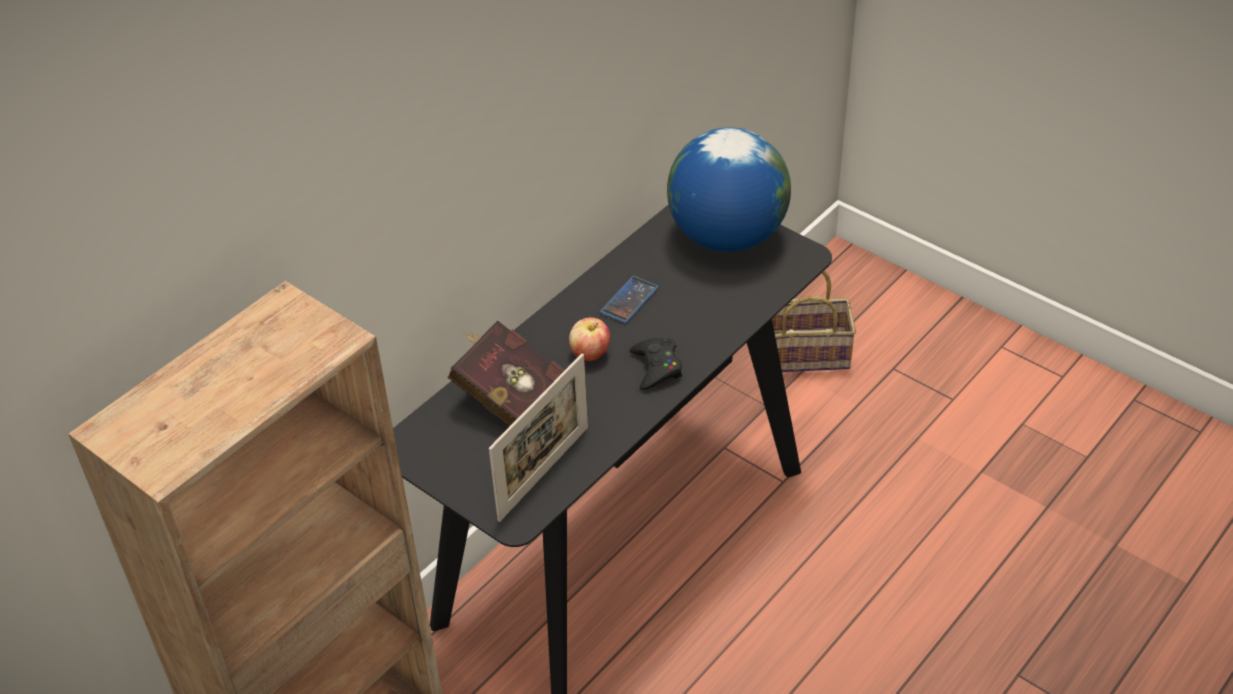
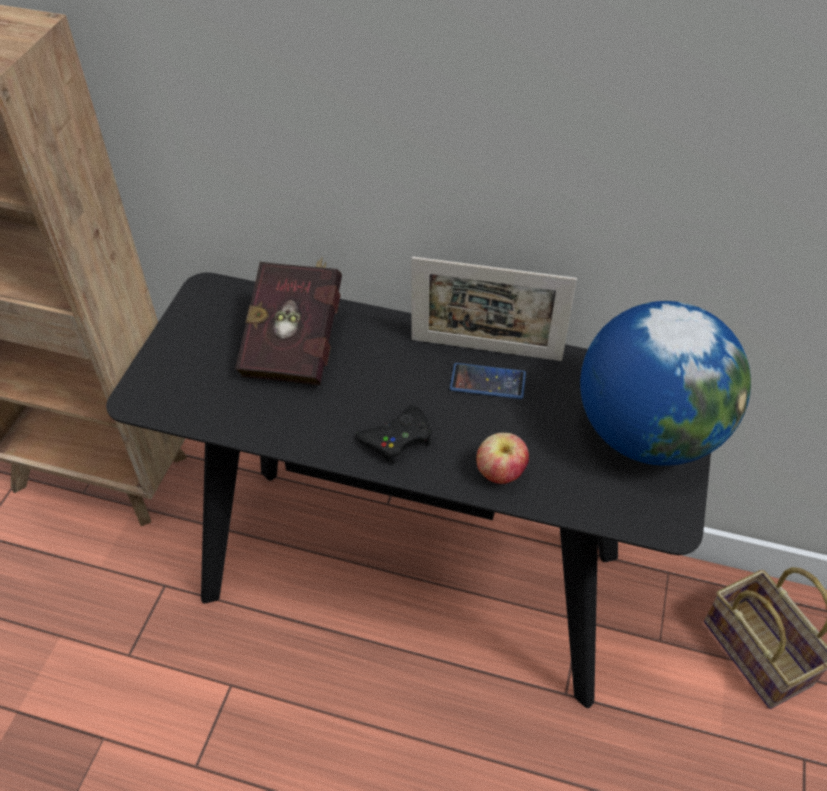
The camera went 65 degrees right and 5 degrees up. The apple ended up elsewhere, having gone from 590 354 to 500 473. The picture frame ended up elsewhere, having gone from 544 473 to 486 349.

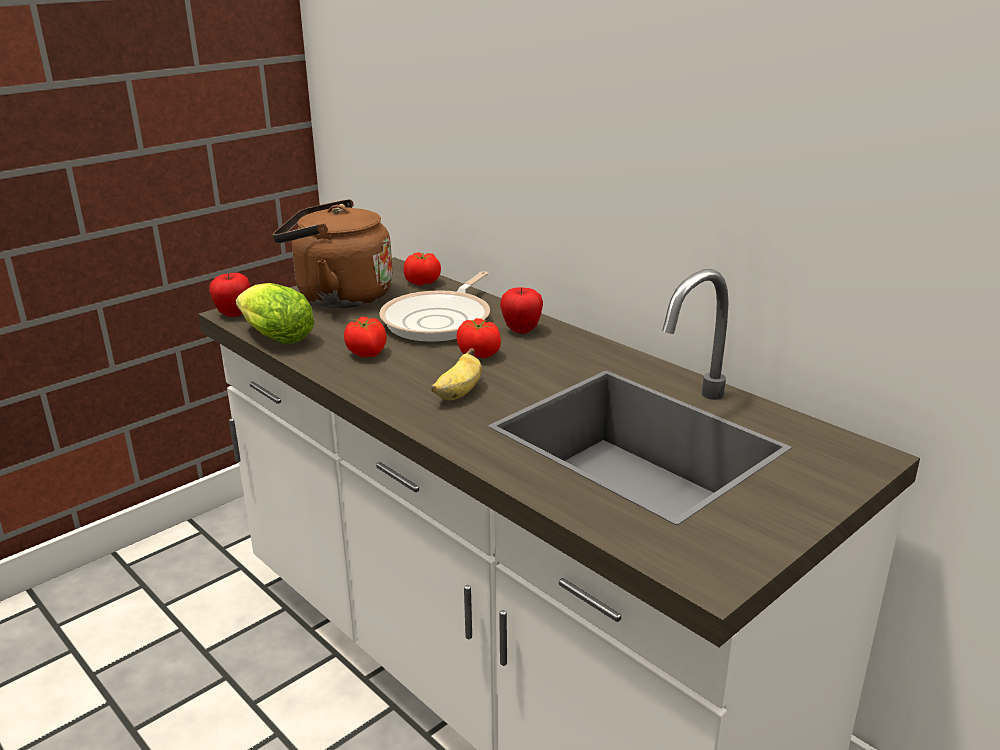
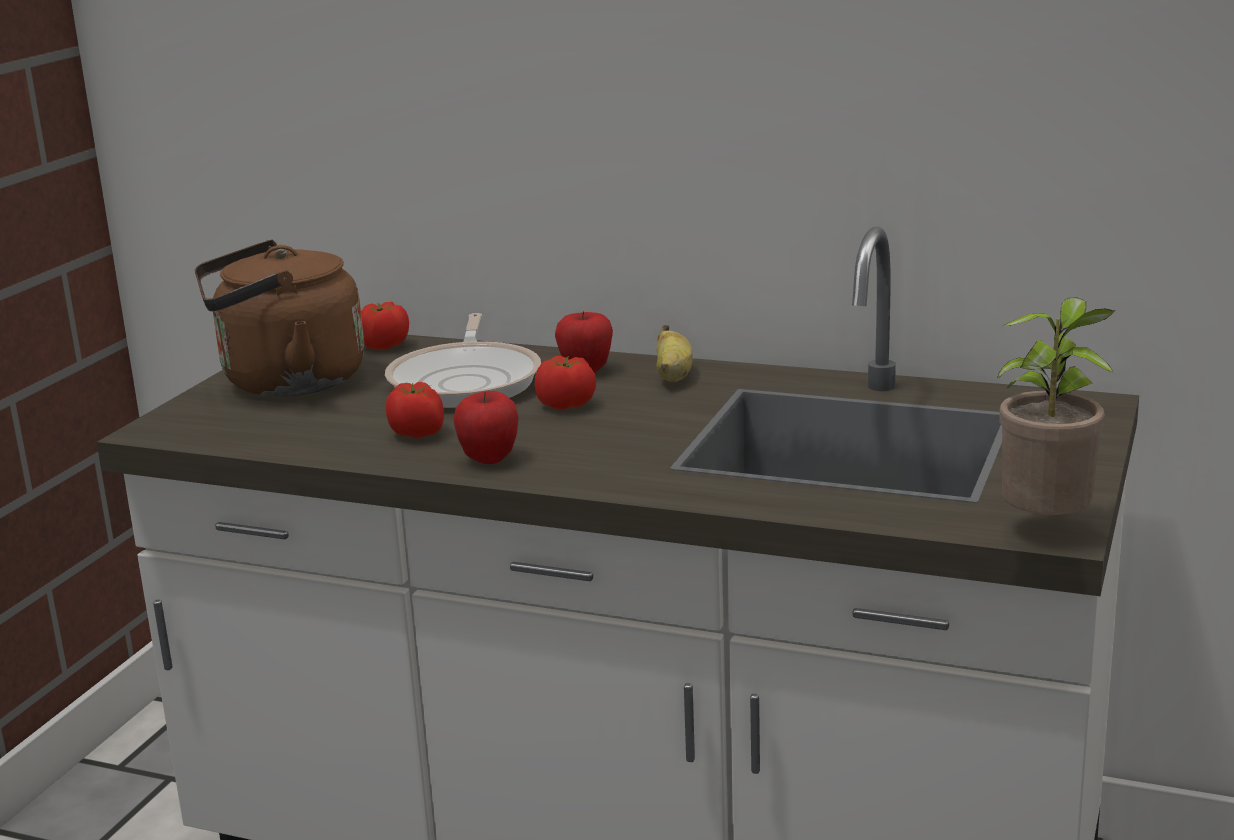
The camera went 25 degrees left and 5 degrees down. The apple ended up elsewhere, having gone from 234 314 to 489 459. The second view lost the lettuce at 273 337. The banana ended up elsewhere, having gone from 458 393 to 673 376. The second view gained the potted plant at 1048 529.

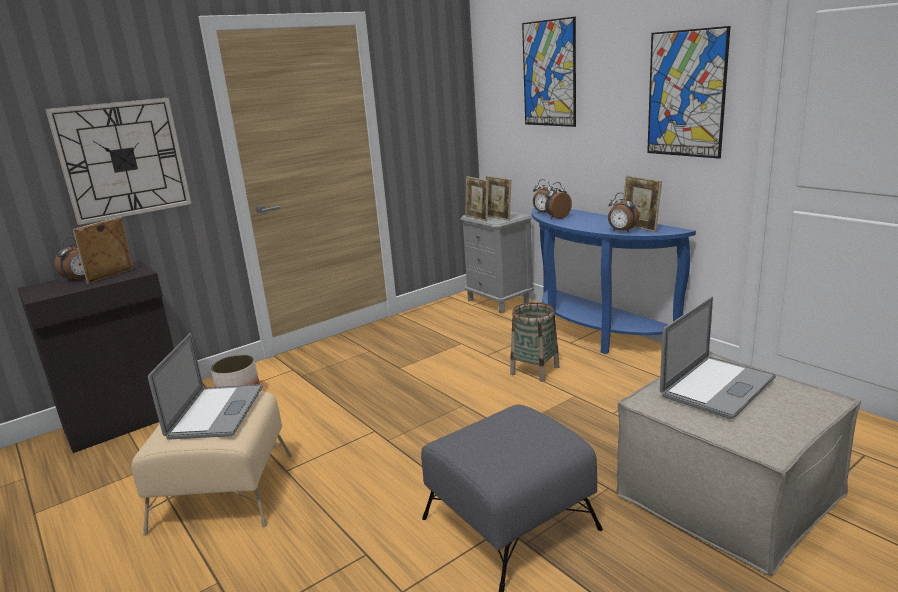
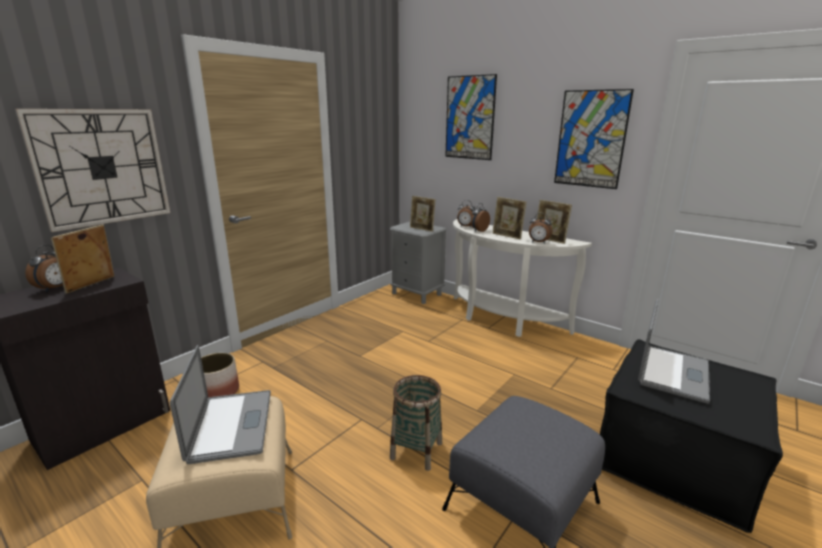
The camera went 15 degrees left and 0 degrees up. The picture frame ended up elsewhere, having gone from 477 218 to 507 236. What was the blue console table at 592 334 turned into the white console table at 501 320. The basket ended up elsewhere, having gone from 535 370 to 416 450. What was the beige ottoman at 728 494 turned into the black ottoman at 674 456.

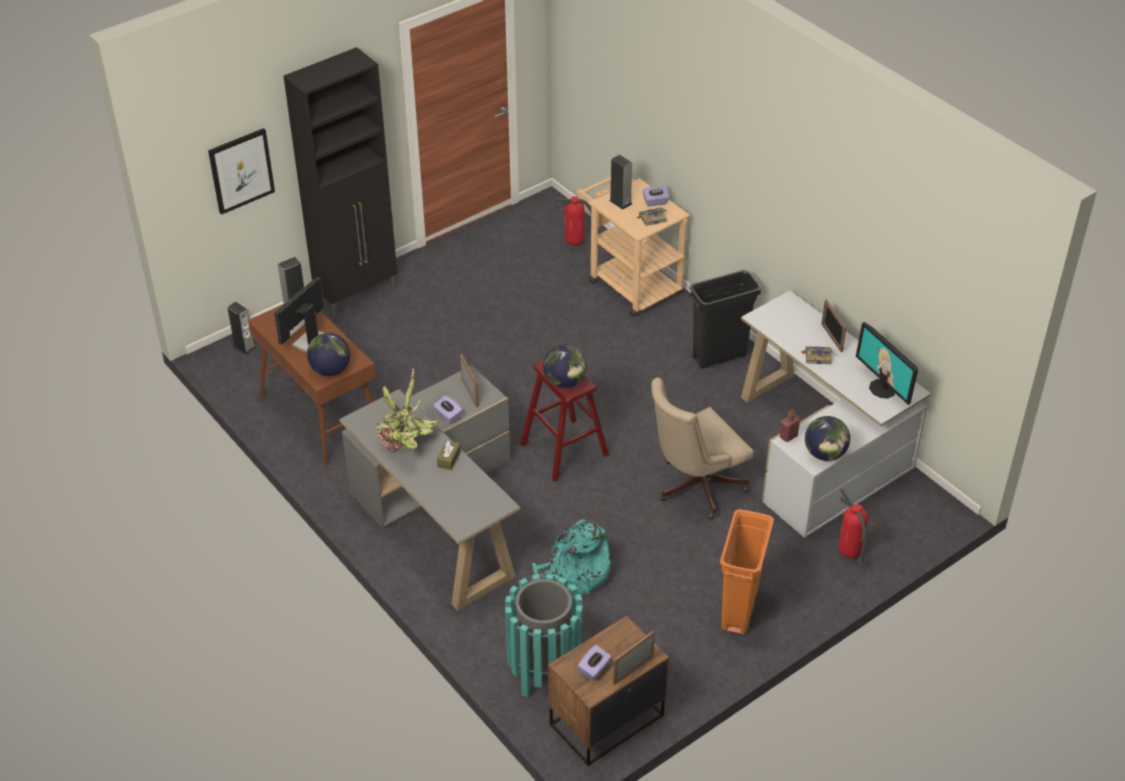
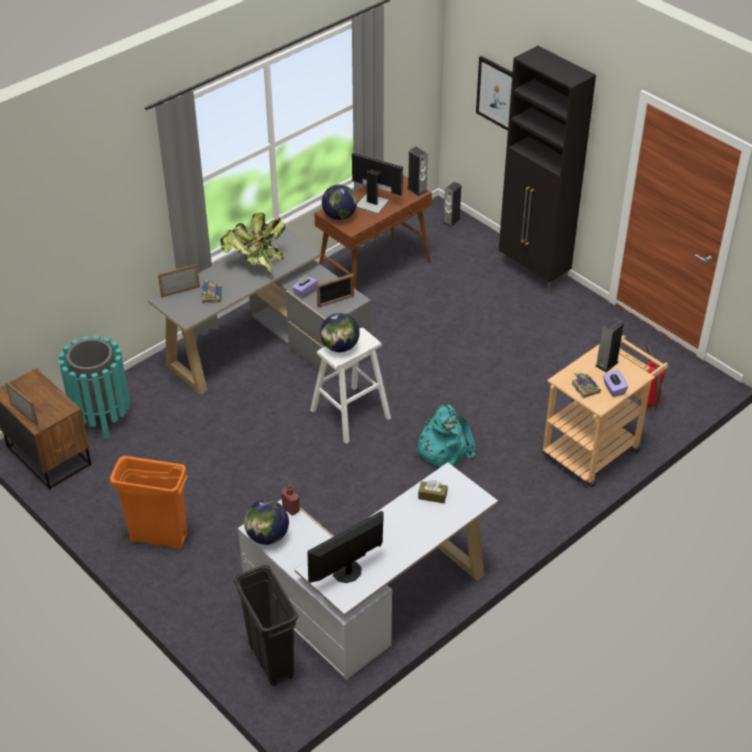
The camera went 85 degrees right and 0 degrees up. The black trash can ended up elsewhere, having gone from 719 356 to 271 661. The picture frame ended up elsewhere, having gone from 831 337 to 180 291. The book ended up elsewhere, having gone from 817 357 to 211 295. What was the red stool at 564 449 turned into the white stool at 350 414. The second view lost the beige office chair at 694 487. The brown tissue box ended up elsewhere, having gone from 449 459 to 432 496. The second view lost the fire extinguisher at 848 554. The turquoise backpack ended up elsewhere, having gone from 574 573 to 443 448. The second view lost the purple tissue box at 594 669.

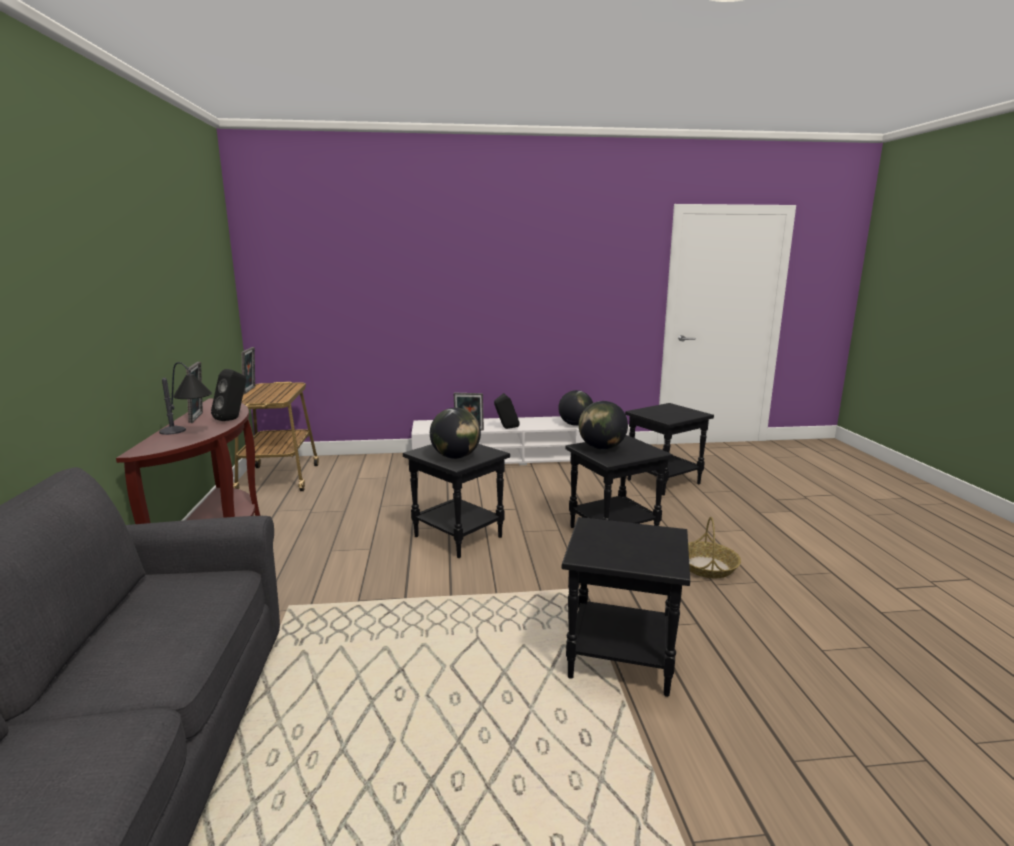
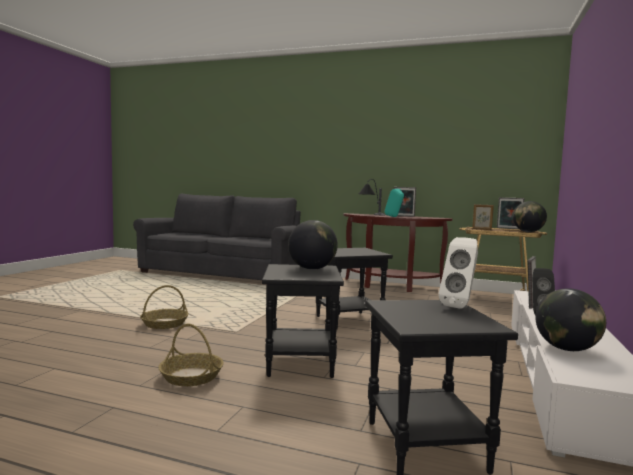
The camera went 115 degrees right and 10 degrees down. What was the black speaker at 233 419 turned into the turquoise speaker at 394 217. The globe ended up elsewhere, having gone from 455 457 to 528 232. Where the black side table stood at 619 660, the basket came to stand at 165 324. The second view gained the picture frame at 482 229. The second view gained the white speaker at 460 306.

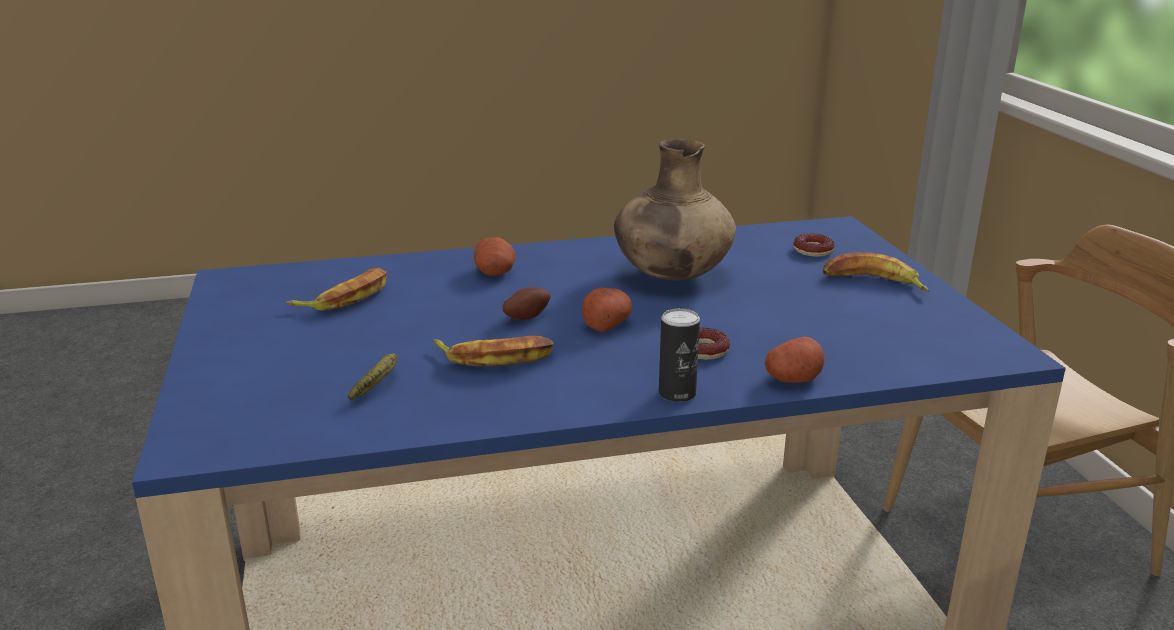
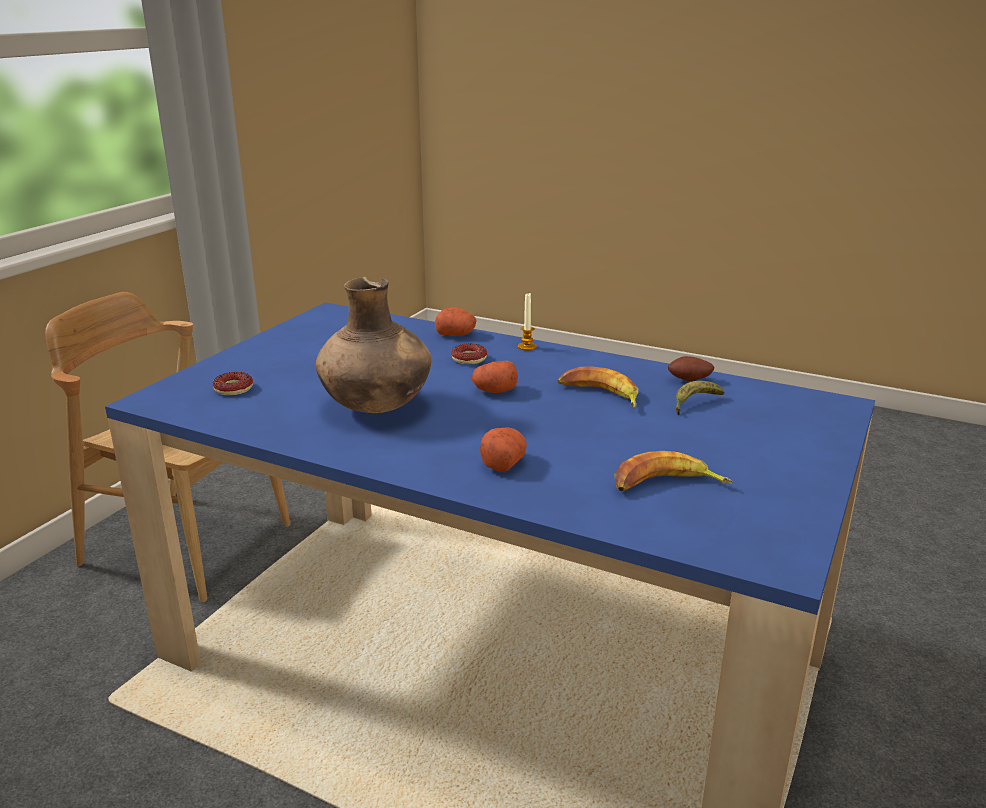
The camera went 140 degrees left and 0 degrees up. The second view lost the banana at 873 282. The potato ended up elsewhere, having gone from 526 316 to 689 381. Where the can stood at 677 393, the candle came to stand at 527 347.

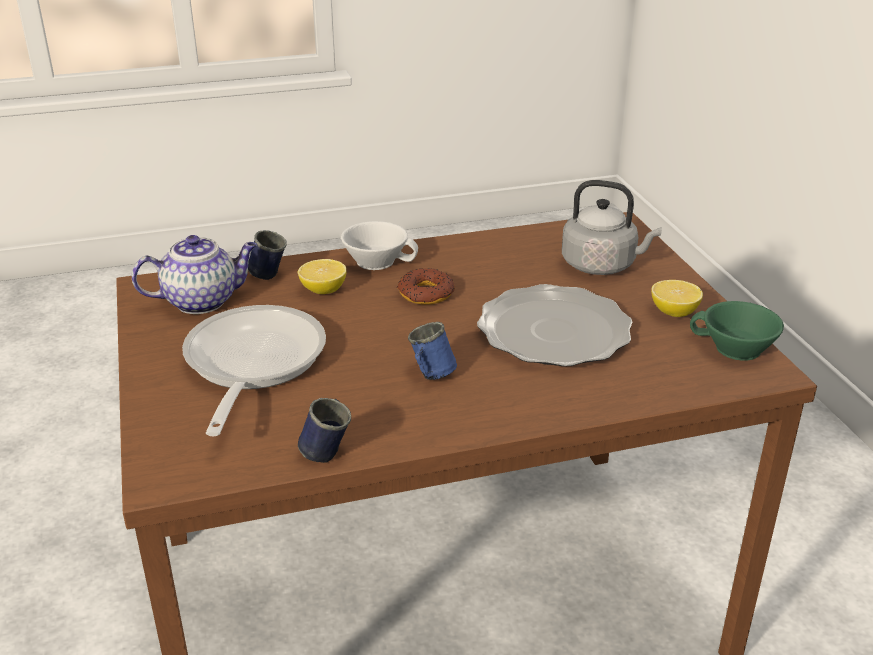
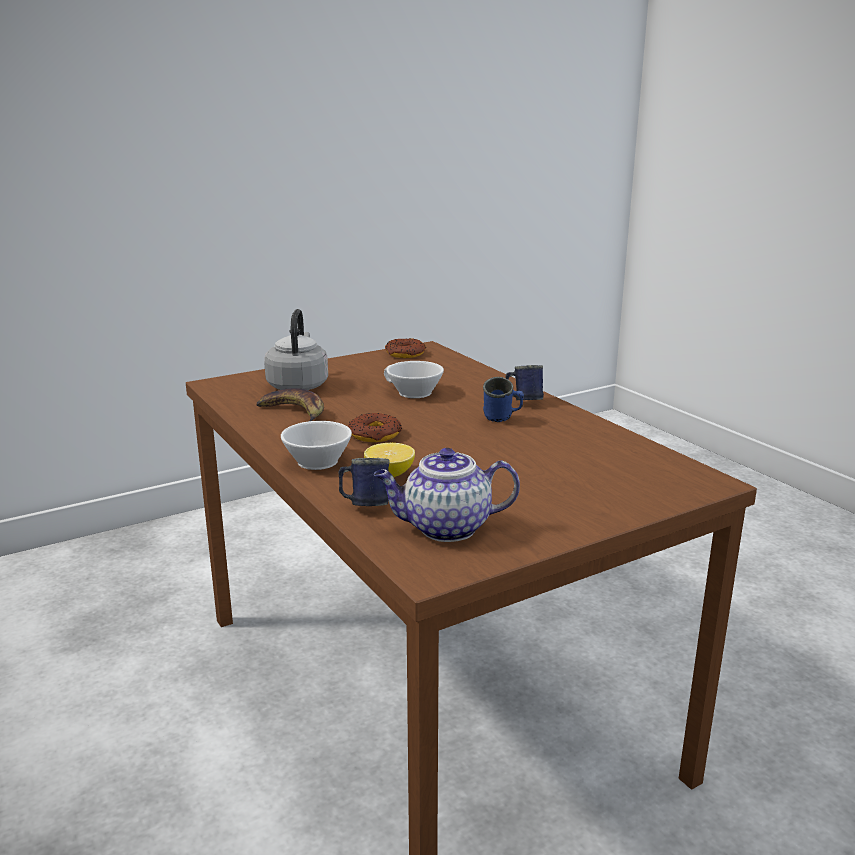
The camera went 105 degrees left and 10 degrees down. The teapot at 202 301 ended up facing another way, 60 degrees counterclockwise from before. The second view lost the lemon at 674 312. Where the plate stood at 553 331, the white cup came to stand at 412 393. Where the green cup stood at 735 349, the donut came to stand at 405 353. The second view lost the frying pan at 251 365. The blue mug ended up elsewhere, having gone from 327 450 to 523 402. The second view gained the banana at 294 413.

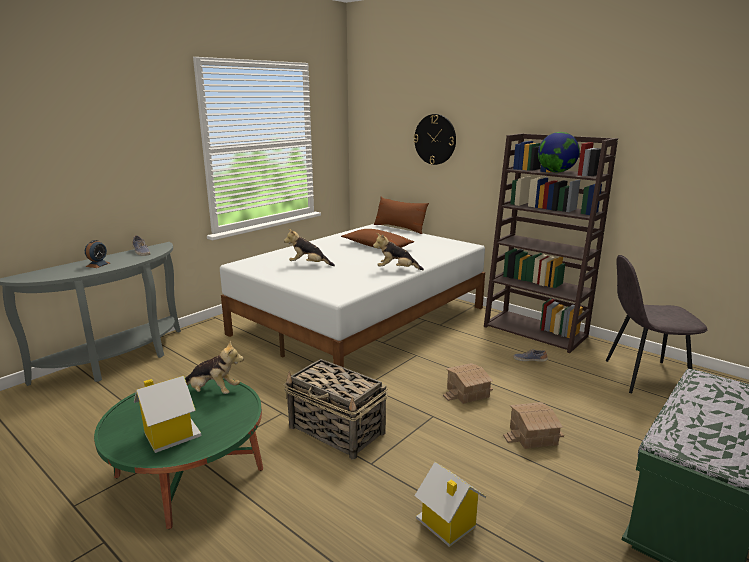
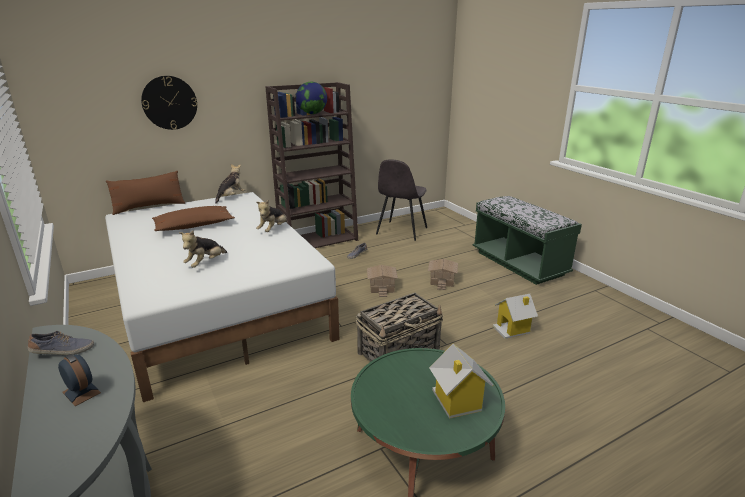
The camera went 70 degrees left and 5 degrees up. The plush toy ended up elsewhere, having gone from 212 392 to 231 197.

